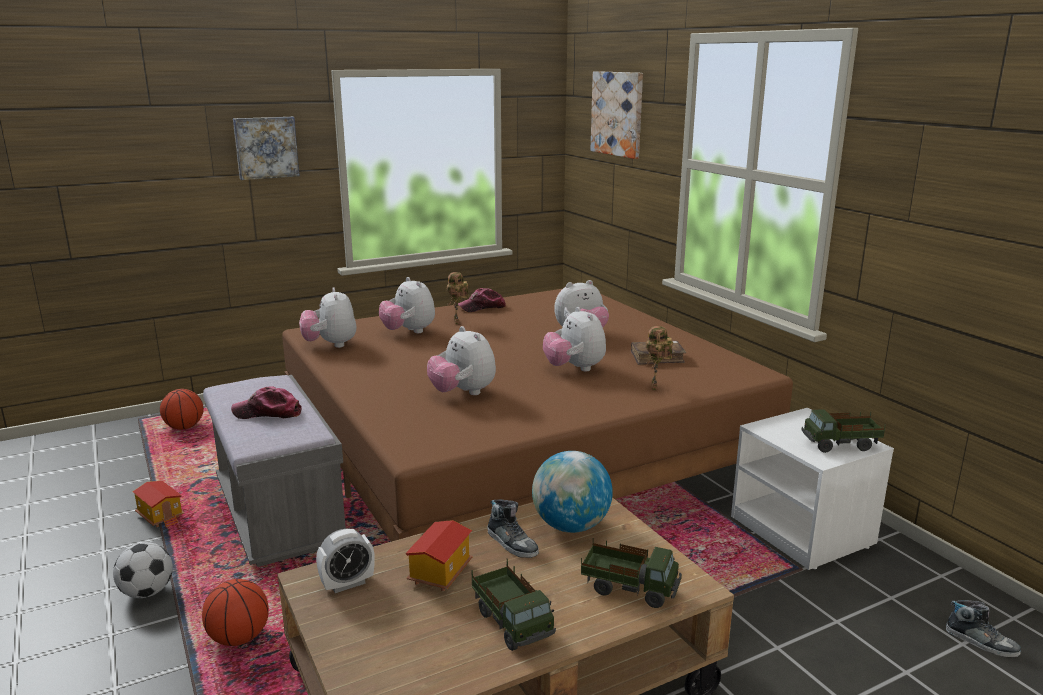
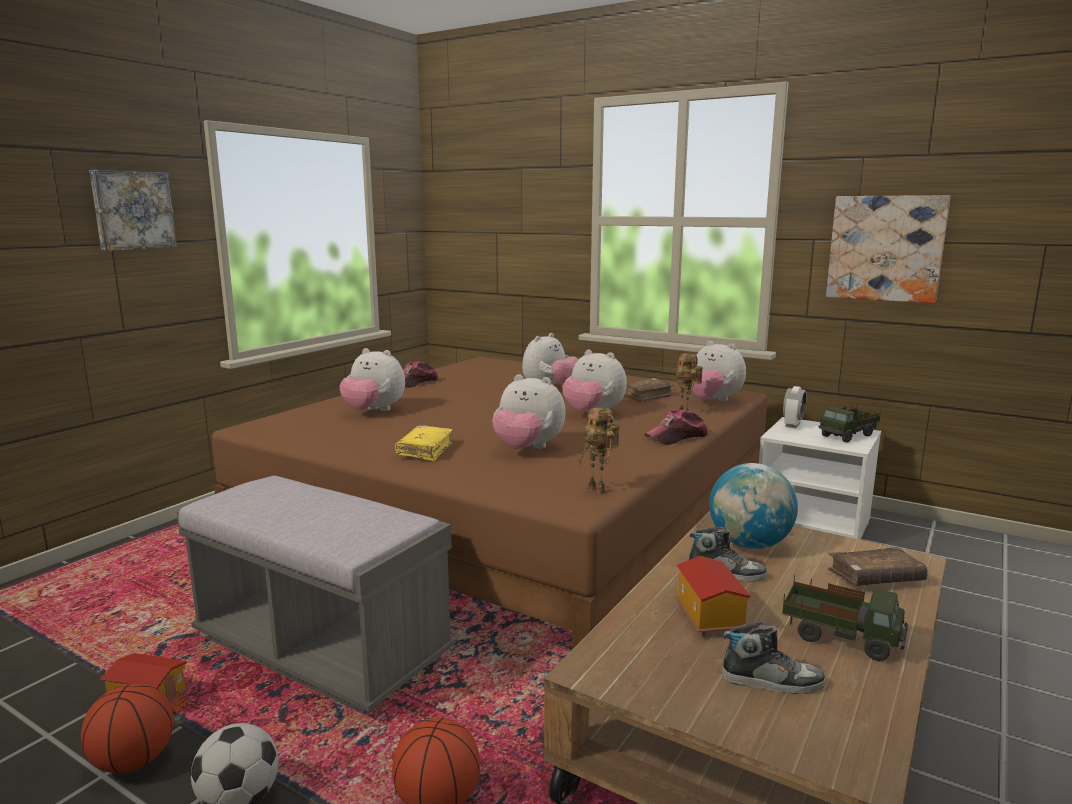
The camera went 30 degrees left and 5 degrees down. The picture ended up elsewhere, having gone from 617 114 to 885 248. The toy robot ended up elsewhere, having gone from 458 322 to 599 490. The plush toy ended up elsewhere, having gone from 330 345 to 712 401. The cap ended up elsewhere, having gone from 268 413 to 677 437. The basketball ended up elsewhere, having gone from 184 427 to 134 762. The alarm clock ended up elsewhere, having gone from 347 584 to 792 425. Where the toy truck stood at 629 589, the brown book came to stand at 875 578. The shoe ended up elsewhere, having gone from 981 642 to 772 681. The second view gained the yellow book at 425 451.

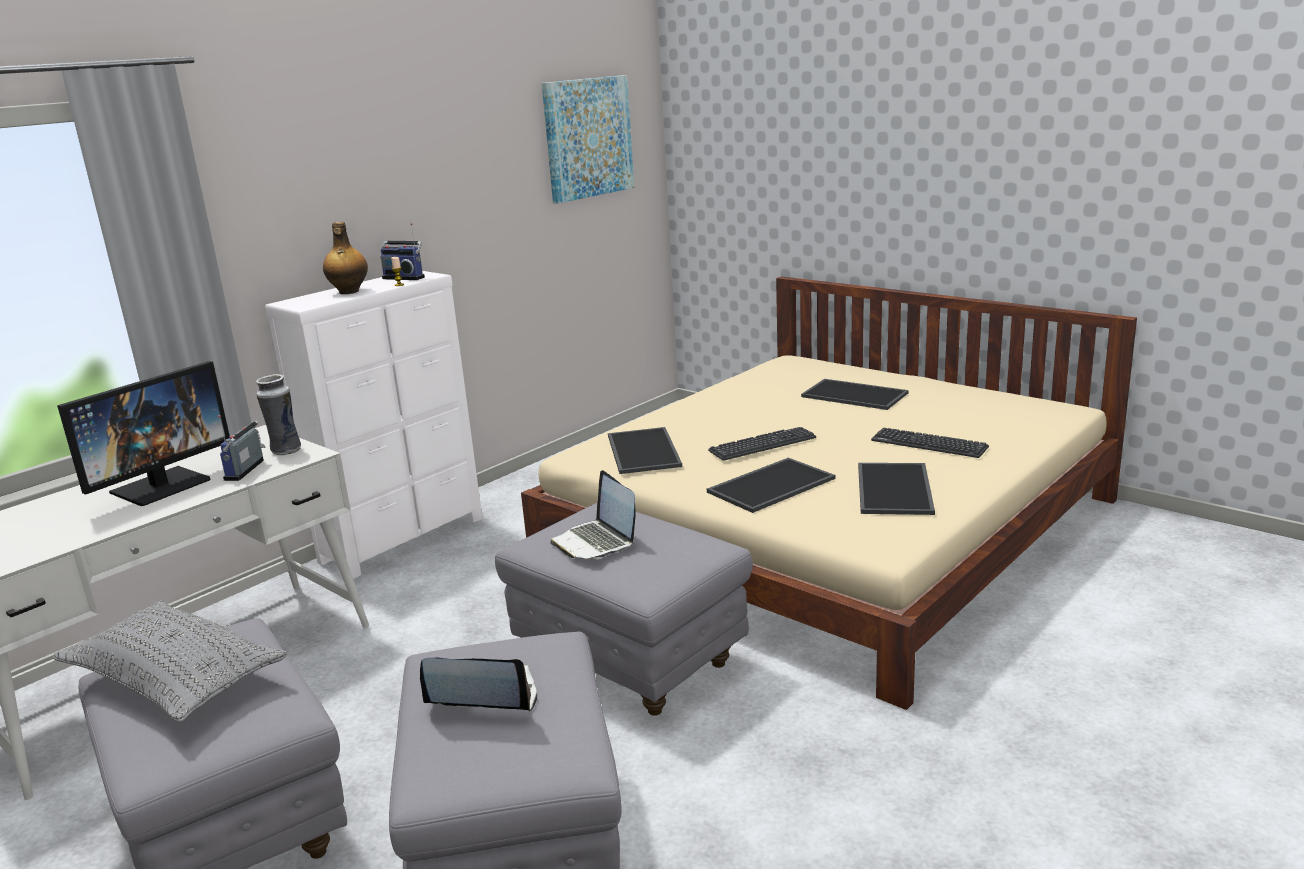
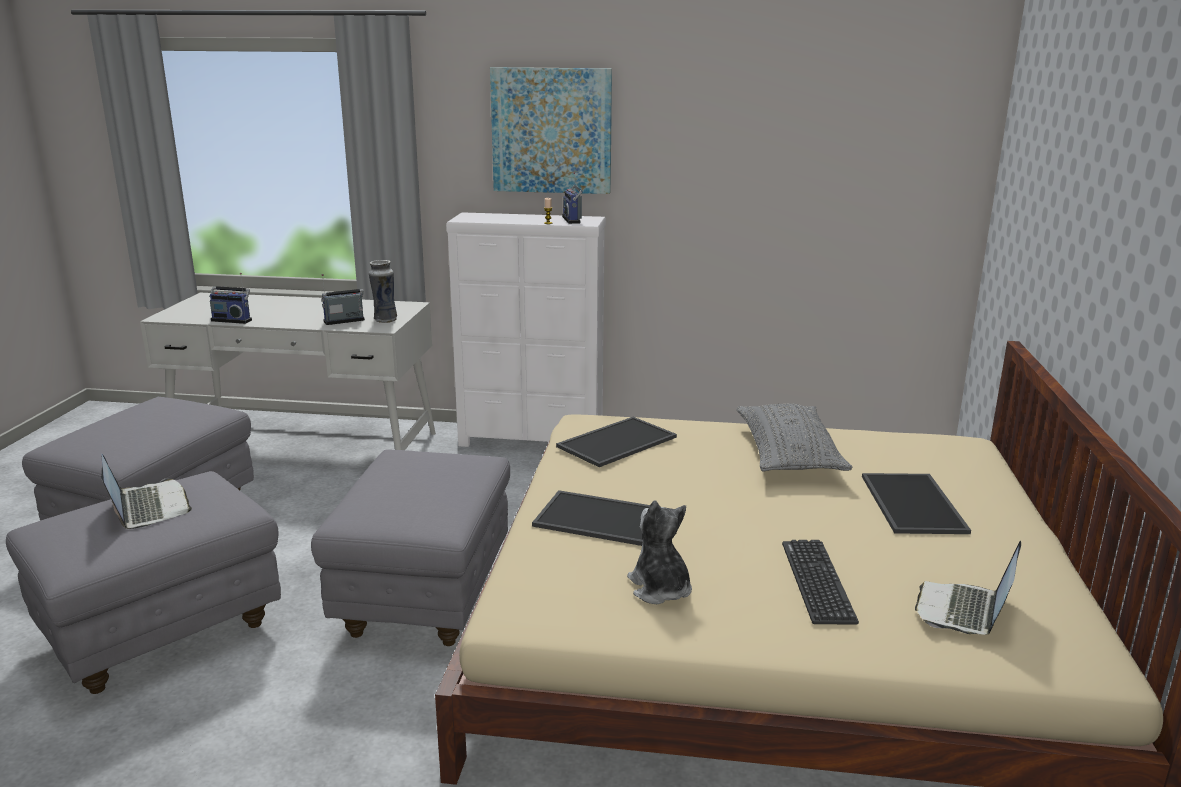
The camera went 55 degrees right and 0 degrees up. The picture ended up elsewhere, having gone from 588 138 to 551 131. The second view lost the bottle at 349 292. The second view lost the monitor at 161 486. The second view lost the keyboard at 762 444. Where the tray stood at 896 489, the plush toy came to stand at 660 589. The laptop ended up elsewhere, having gone from 596 542 to 963 611. The grey pillow ended up elsewhere, having gone from 175 680 to 788 455. The second view gained the radio at 232 320.

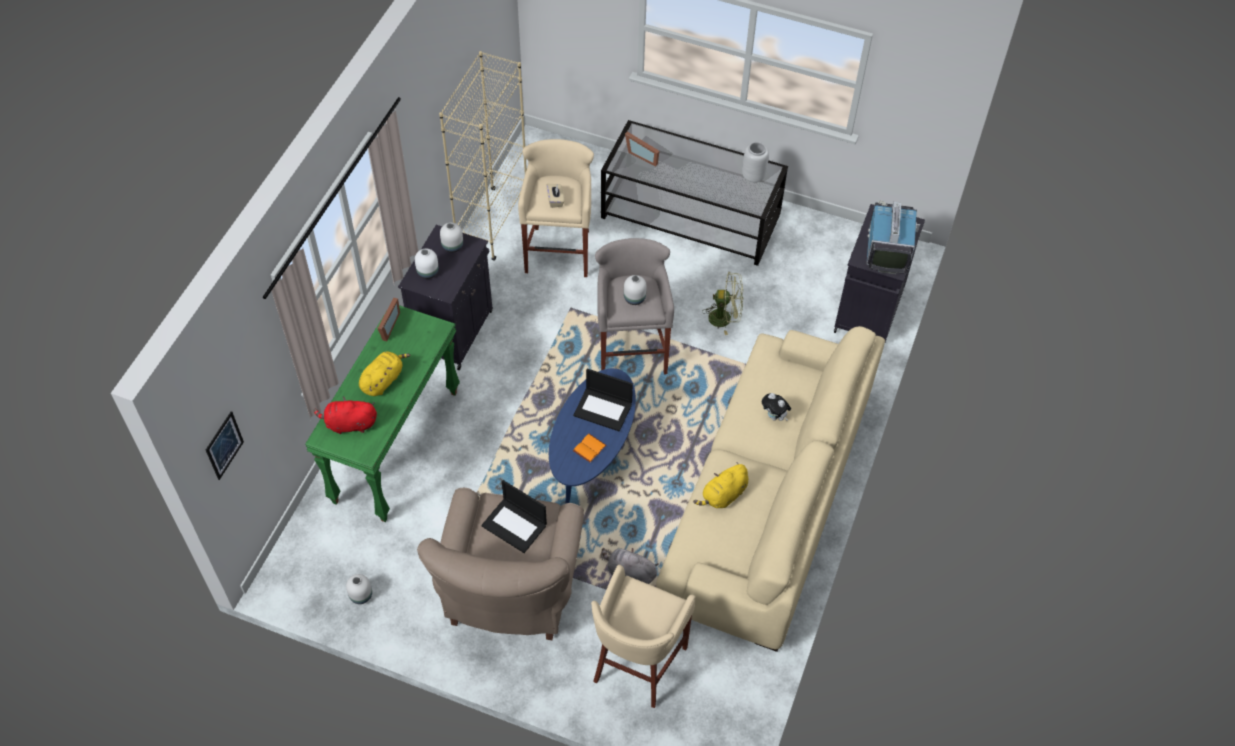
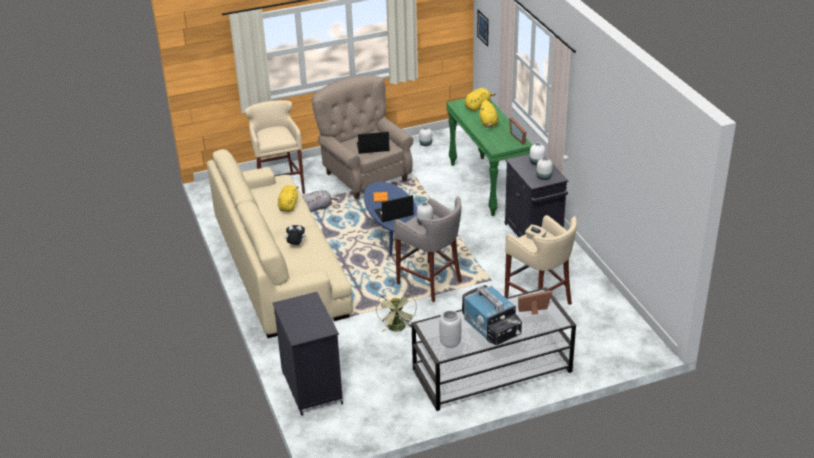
The camera went 140 degrees right and 20 degrees down. The second view lost the beige bookcase at 493 224. The television ended up elsewhere, having gone from 888 247 to 491 328. The green fan at 725 318 ended up facing another way, 60 degrees counterclockwise from before. What was the red plush toy at 349 424 turned into the yellow plush toy at 478 106.

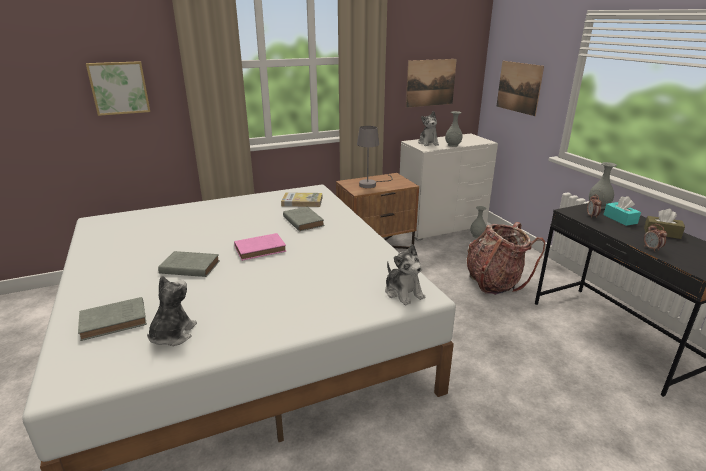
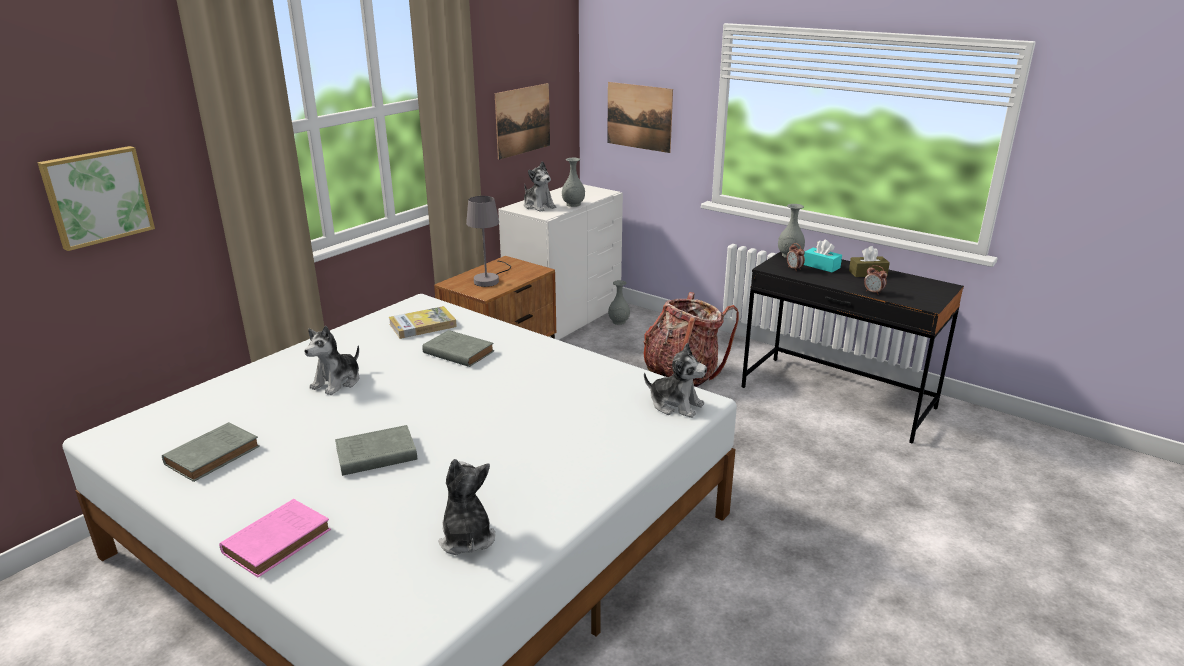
The camera went 30 degrees left and 0 degrees up. The pink book ended up elsewhere, having gone from 261 249 to 279 540. The grey book ended up elsewhere, having gone from 116 321 to 215 454. The second view gained the plush toy at 337 382.

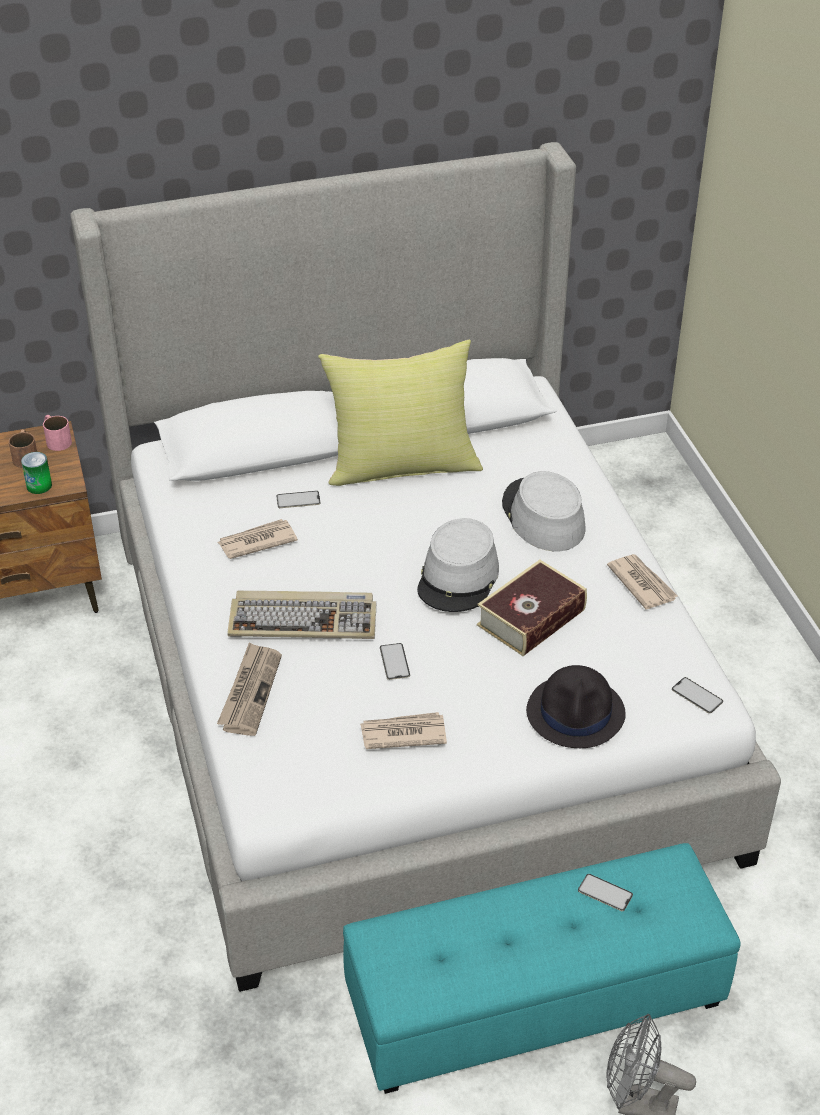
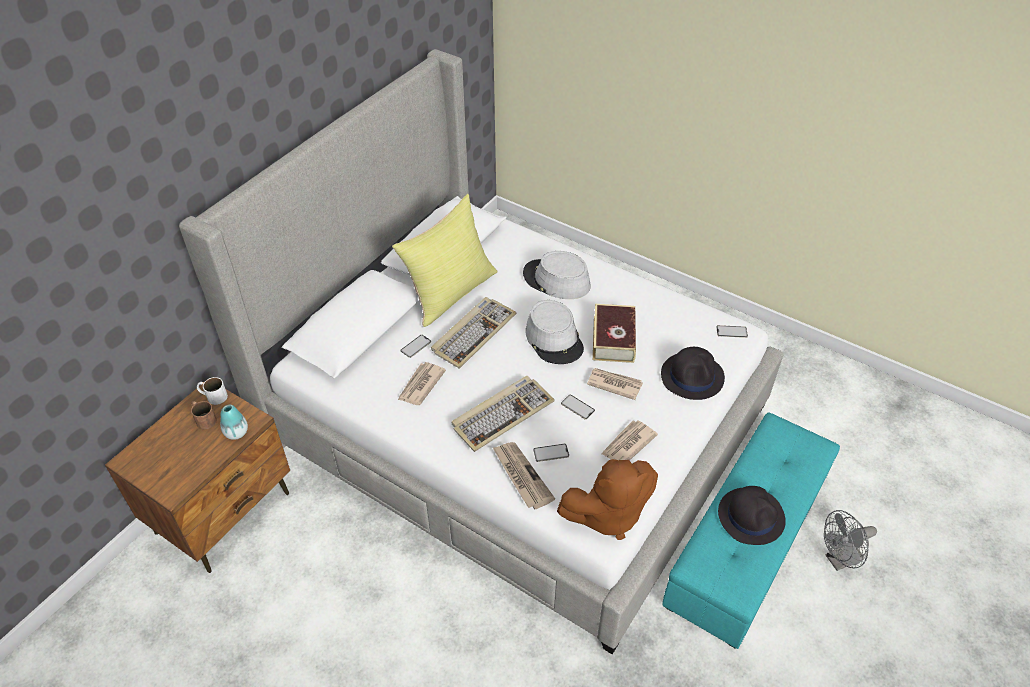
The camera went 40 degrees left and 5 degrees up. What was the pink mug at 56 439 turned into the white mug at 213 396. Where the can stood at 39 486, the vase came to stand at 236 432. The newspaper ended up elsewhere, having gone from 641 583 to 614 384. The phone ended up elsewhere, having gone from 605 893 to 551 453. The second view gained the keyboard at 473 333. The second view gained the brown plush toy at 607 514. The second view gained the black hat at 751 516.

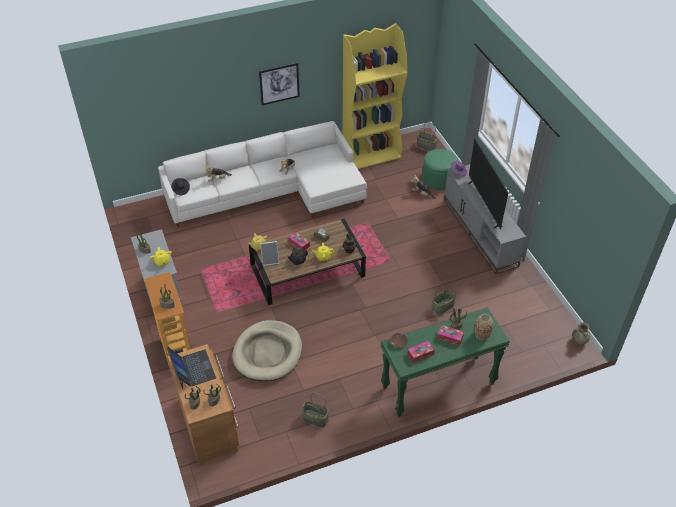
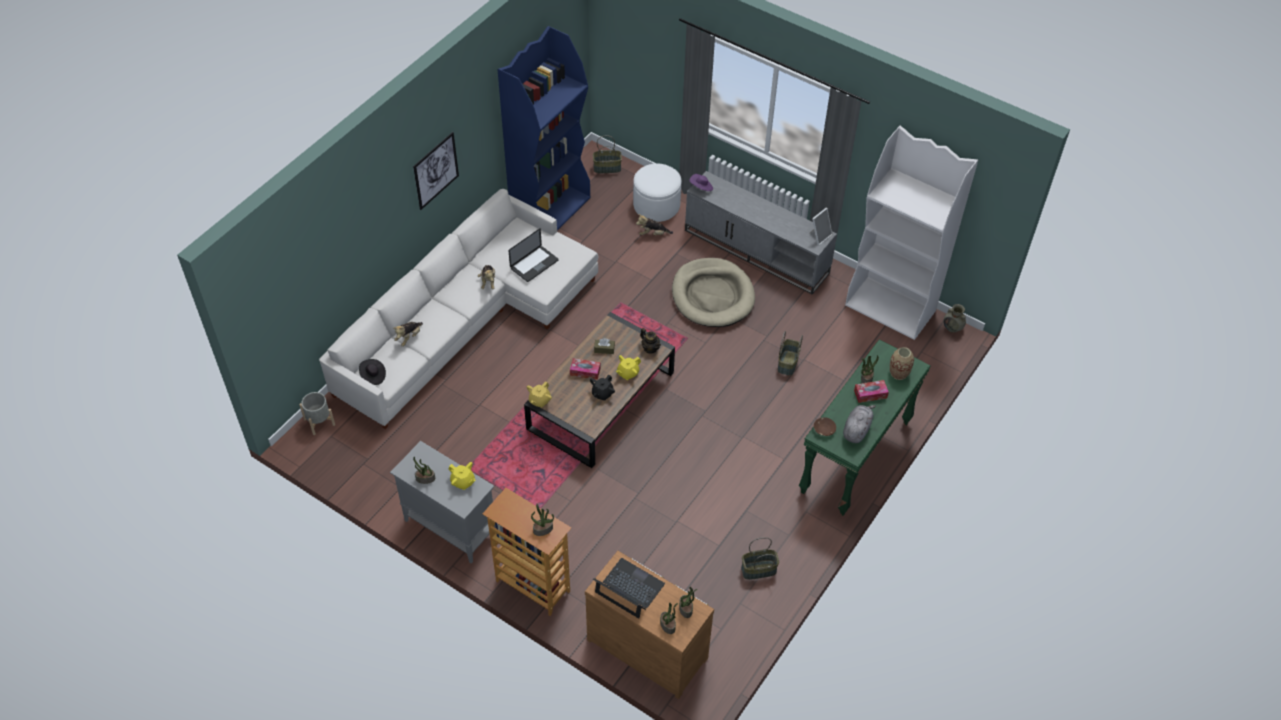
The camera went 35 degrees left and 5 degrees up. What was the yellow bookcase at 372 154 turned into the blue bookcase at 551 210. The second view lost the television at 484 204. What was the green ottoman at 438 179 turned into the white ottoman at 656 205. The picture frame ended up elsewhere, having gone from 270 260 to 819 236. The beige dog bed ended up elsewhere, having gone from 268 353 to 712 295. Where the tissue box stood at 420 354, the grey plush toy came to stand at 856 429. The second view gained the white bookcase at 891 308. The second view gained the laptop at 534 264. The second view gained the grey planter at 319 422.

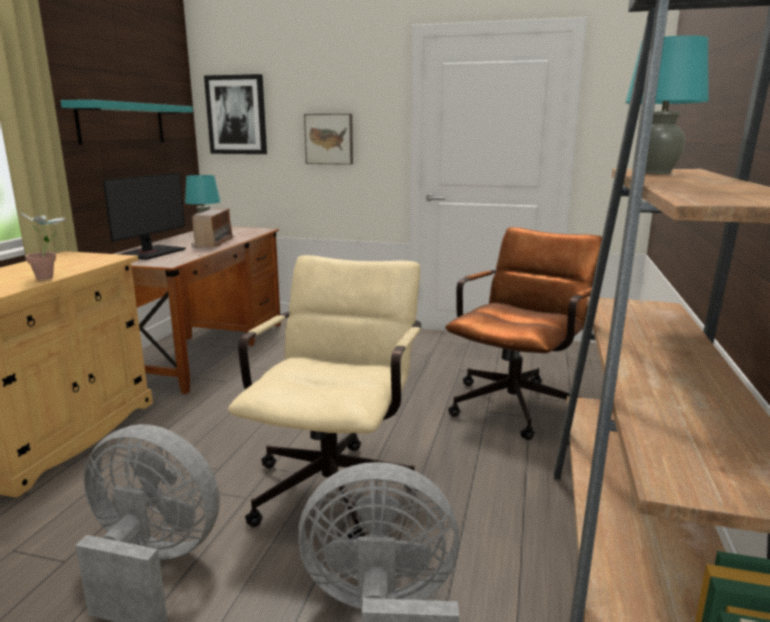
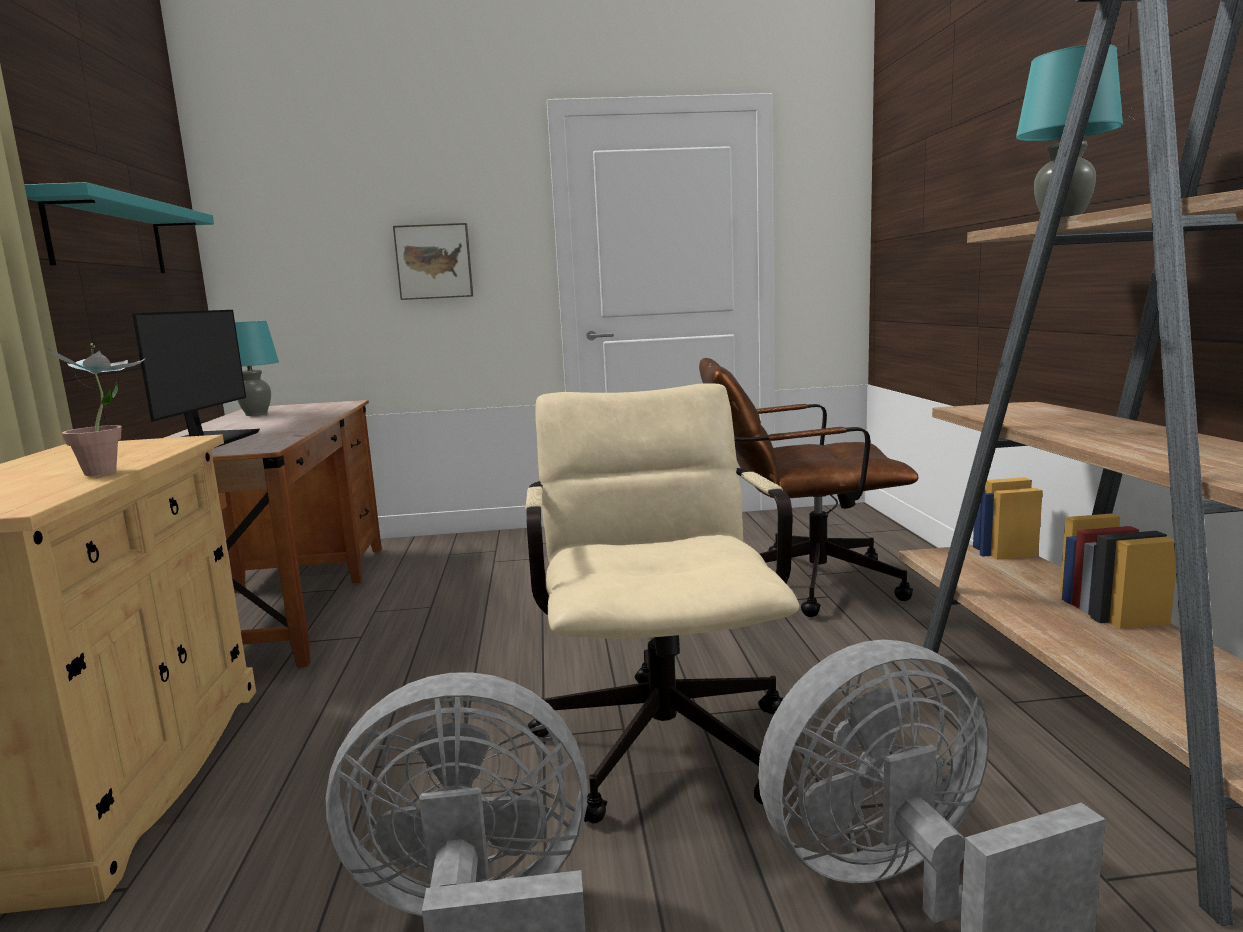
The camera went 20 degrees left and 5 degrees down. The second view lost the picture at 236 115. The second view lost the radio at 214 243. The brown office chair at 518 402 ended up facing another way, 105 degrees counterclockwise from before.

